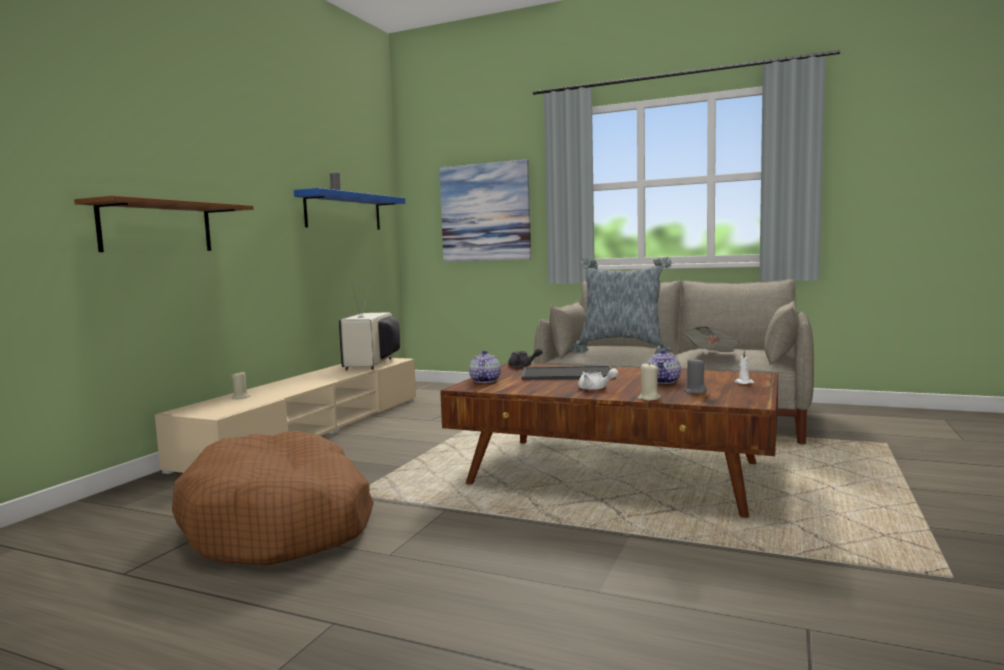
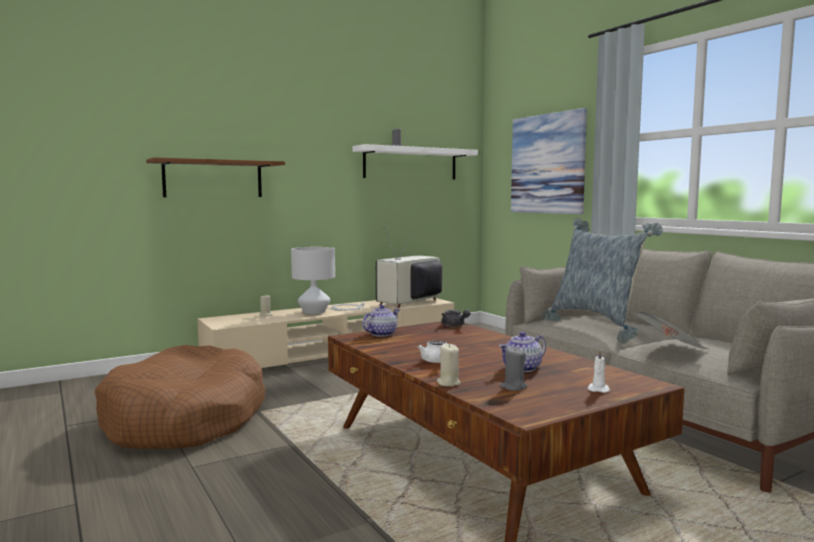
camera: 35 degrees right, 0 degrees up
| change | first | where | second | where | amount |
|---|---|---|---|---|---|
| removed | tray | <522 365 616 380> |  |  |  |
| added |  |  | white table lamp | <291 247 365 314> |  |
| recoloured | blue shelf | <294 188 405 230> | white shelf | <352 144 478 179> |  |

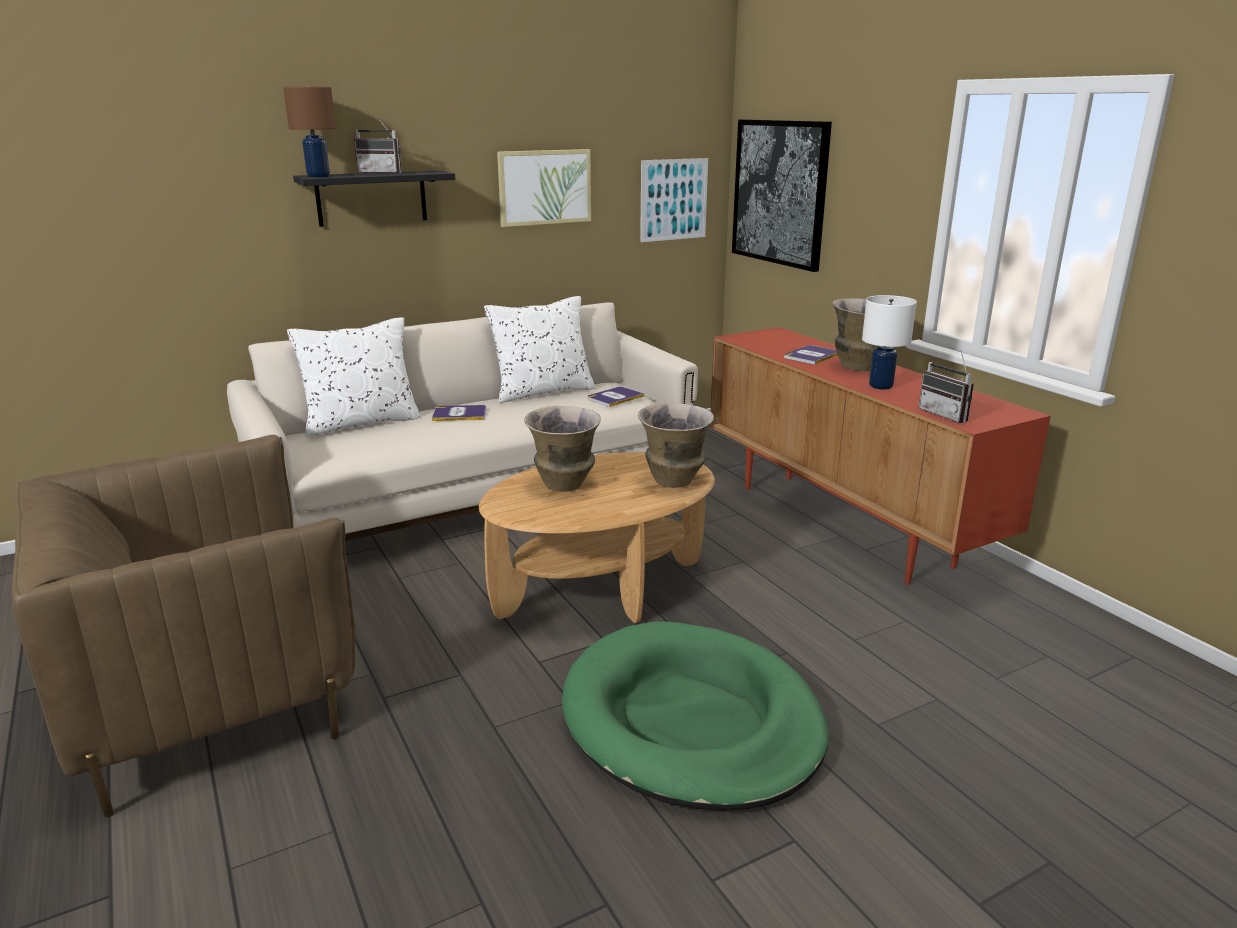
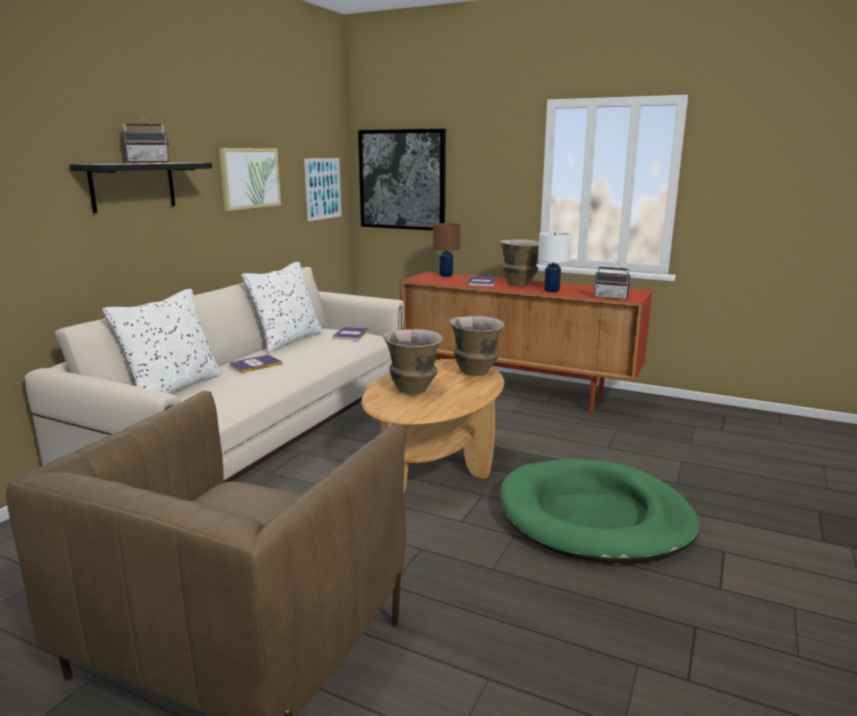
camera: 35 degrees left, 5 degrees down
| change | first | where | second | where | amount |
|---|---|---|---|---|---|
| moved | brown table lamp | <283 85 336 177> |  | <433 223 460 277> |  |

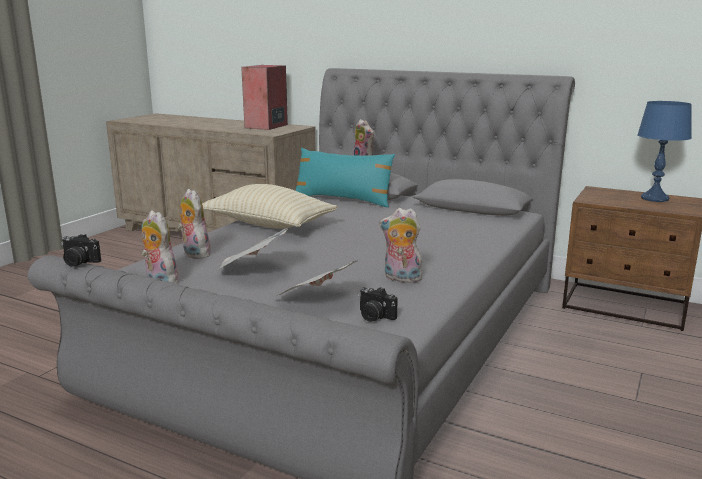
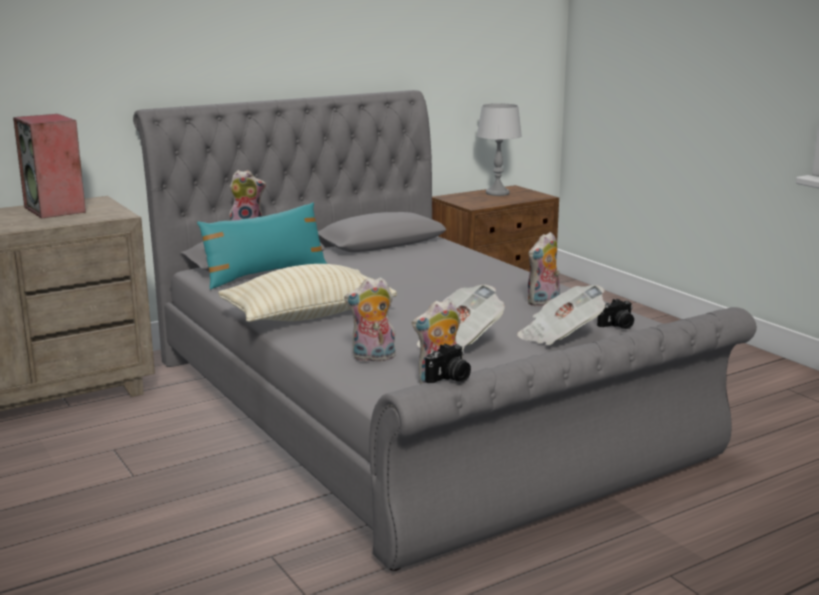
camera: 60 degrees left, 0 degrees up
| change | first | where | second | where | amount |
|---|---|---|---|---|---|
| recoloured | blue table lamp | <637 101 692 202> | grey table lamp | <477 103 522 196> |  |

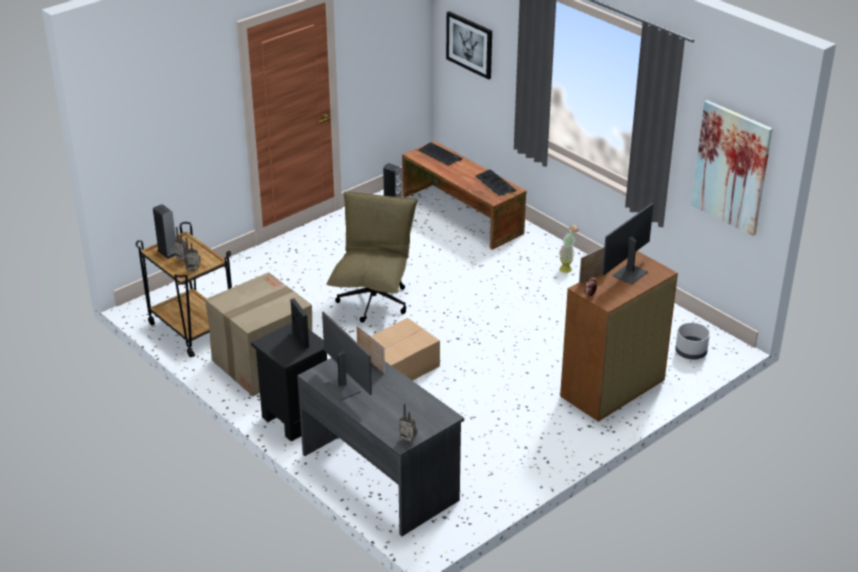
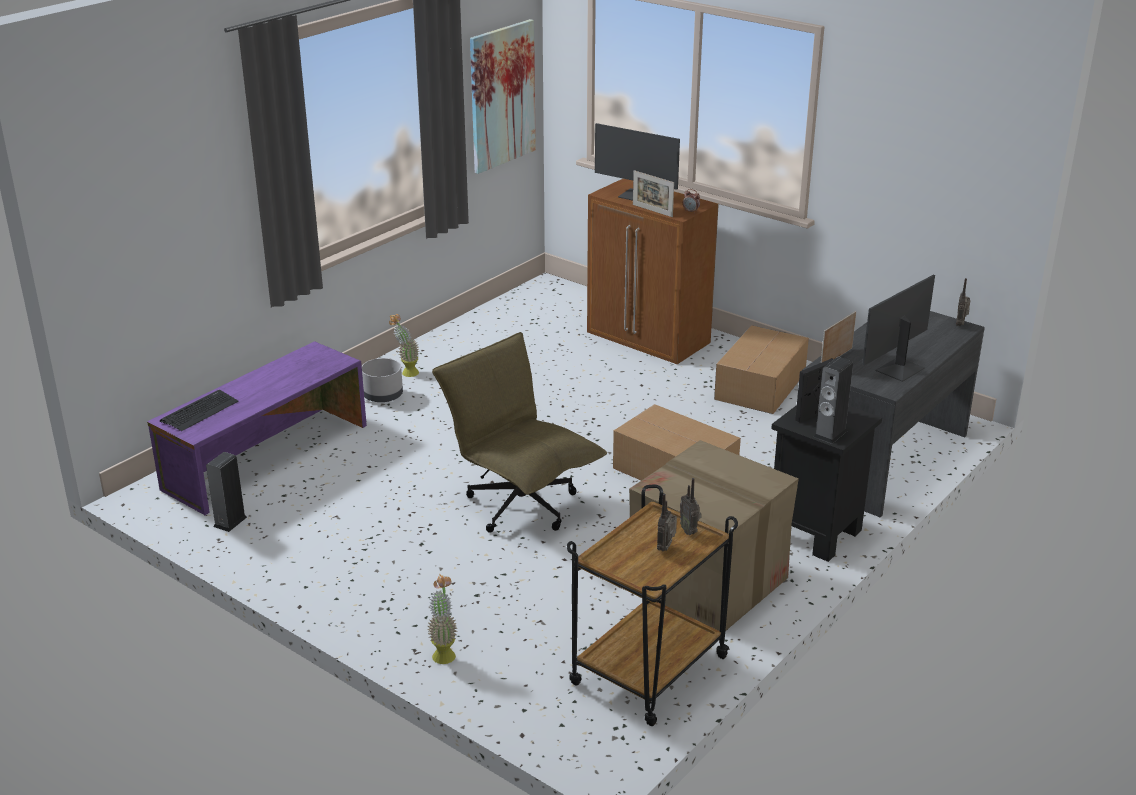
camera: 100 degrees left, 5 degrees down
| change | first | where | second | where | amount |
|---|---|---|---|---|---|
| removed | picture | <446 11 492 80> |  |  |  |
| removed | keyboard | <475 170 516 196> |  |  |  |
| added |  |  | potted plant | <428 574 458 664> |  |
| added |  |  | cardboard box | <714 325 809 414> |  |
| moved | speaker | <153 204 176 259> |  | <814 357 853 444> |  |
| moved | grey planter | <675 323 710 360> |  | <362 358 403 402> |  |
| recoloured | brown bench | <402 141 527 250> | purple bench | <147 341 367 515> |  |
| turned | beige office chair | <327 191 418 323> |  | <432 332 607 533> | 45 degrees clockwise |

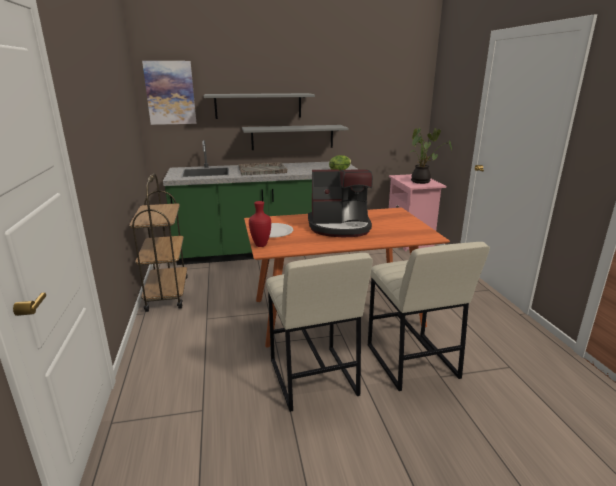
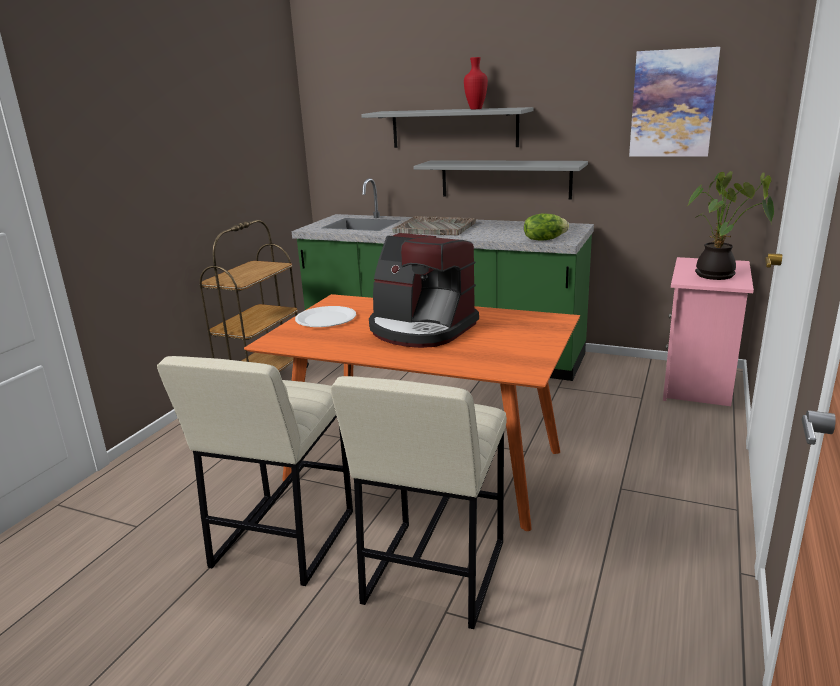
camera: 35 degrees right, 0 degrees up
| change | first | where | second | where | amount |
|---|---|---|---|---|---|
| moved | picture | <142 61 196 125> |  | <629 47 720 157> |  |
| moved | red vase | <249 201 271 247> |  | <464 57 488 109> |  |

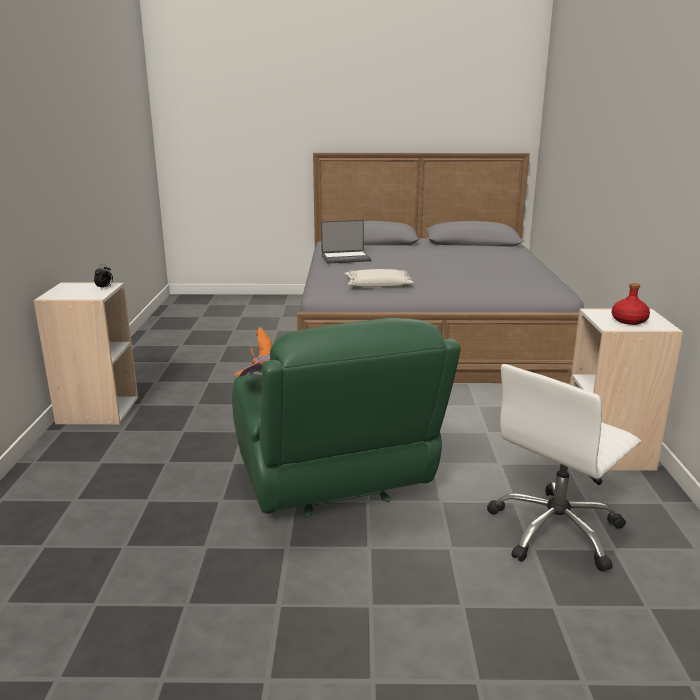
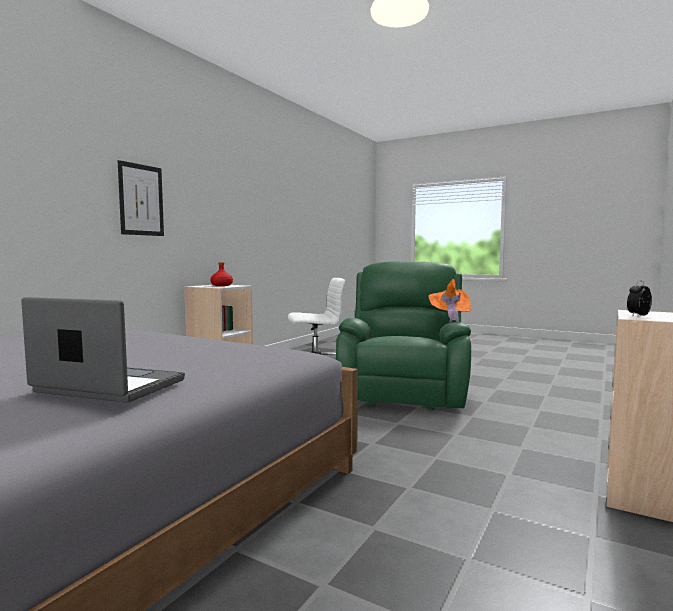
camera: 150 degrees left, 15 degrees down
| change | first | where | second | where | amount |
|---|---|---|---|---|---|
| removed | white pillow | <345 269 414 287> |  |  |  |
| added |  |  | picture | <118 160 164 236> |  |

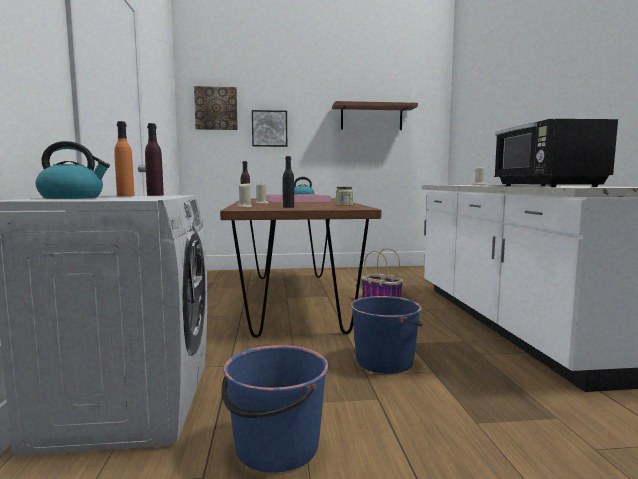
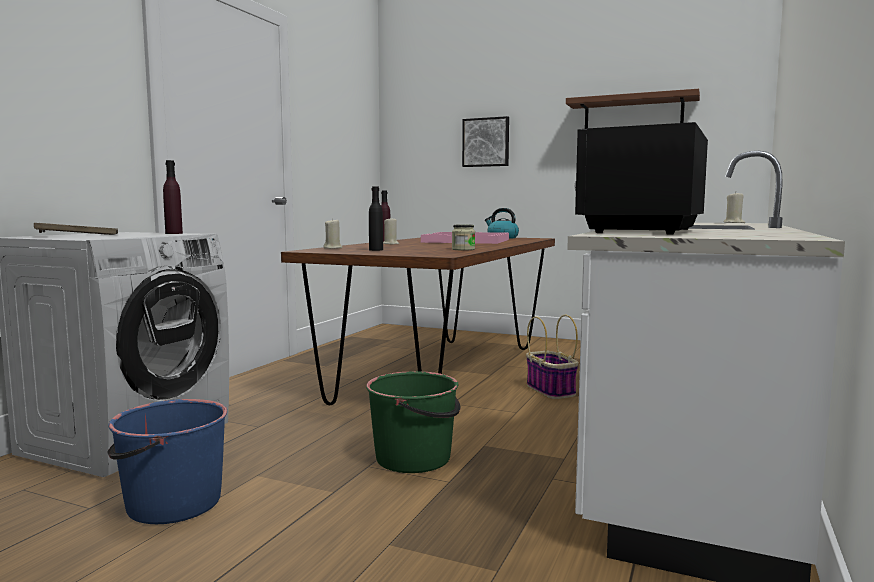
camera: 30 degrees right, 0 degrees up
| change | first | where | second | where | amount |
|---|---|---|---|---|---|
| removed | orange bottle | <114 121 135 196> |  |  |  |
| removed | picture | <194 86 238 130> |  |  |  |
| replaced | kettle | <36 141 110 199> | brown tray | <34 223 118 235> |  |
| recoloured | blue bucket | <350 296 423 374> | green bucket | <366 371 461 473> |  |

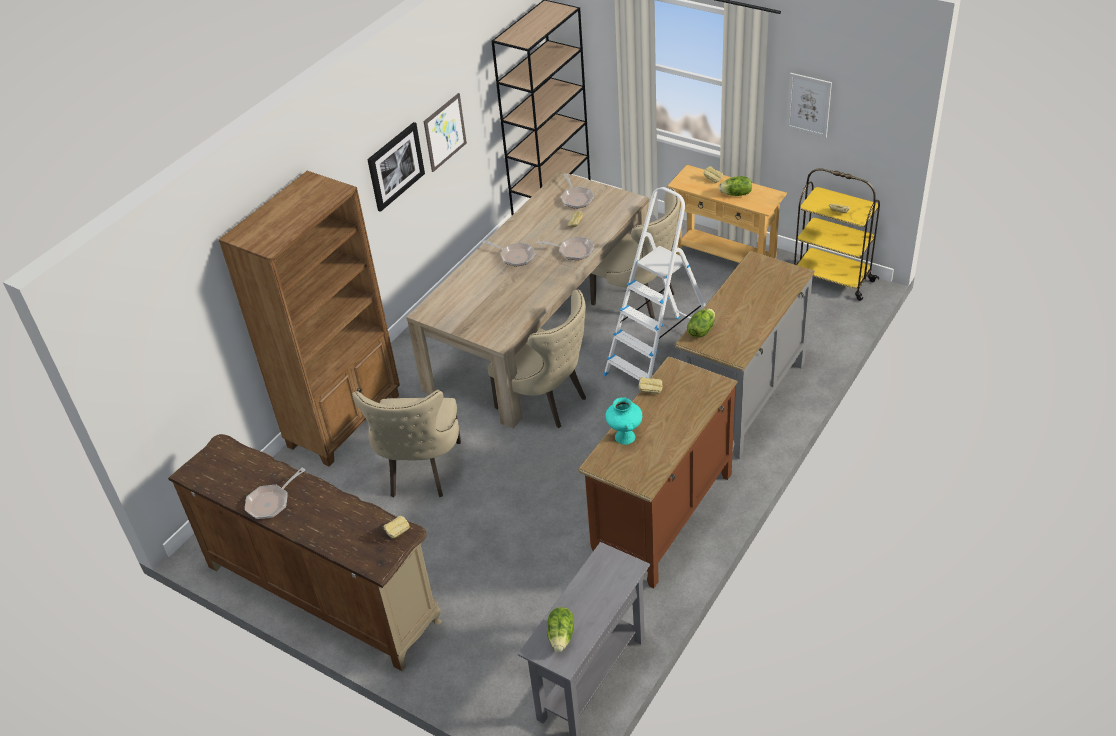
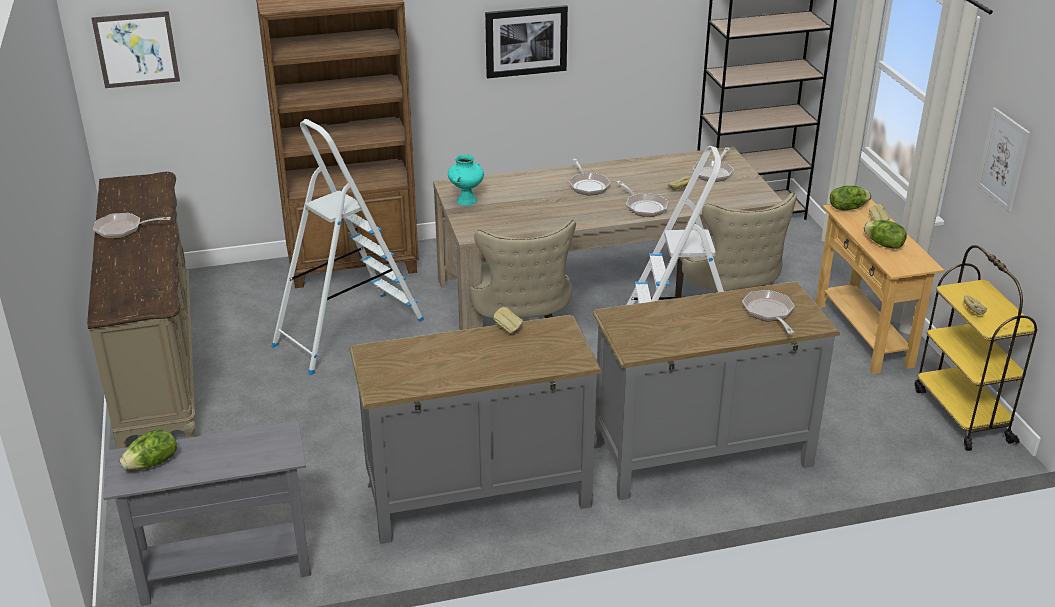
camera: 40 degrees right, 10 degrees down
| change | first | where | second | where | amount |
|---|---|---|---|---|---|
| removed | bread | <384 516 410 539> |  |  |  |
| added |  |  | frying pan | <742 290 795 334> |  |
| moved | picture | <424 93 467 172> |  | <91 11 180 88> |  |
| moved | turquoise vase | <606 397 642 445> |  | <448 154 484 206> |  |
| moved | lettuce | <687 308 715 338> |  | <830 185 871 211> |  |
| replaced | beige chair | <352 390 461 497> | white step ladder | <271 119 424 375> |  |
| recoloured | brown dresser | <578 357 738 588> | grey dresser | <350 315 602 544> |  |

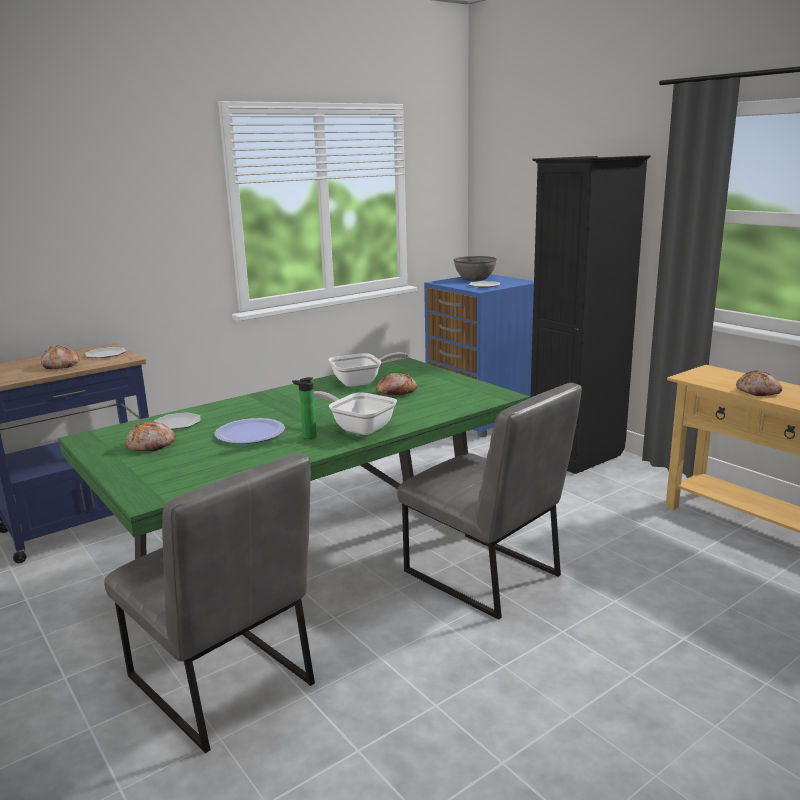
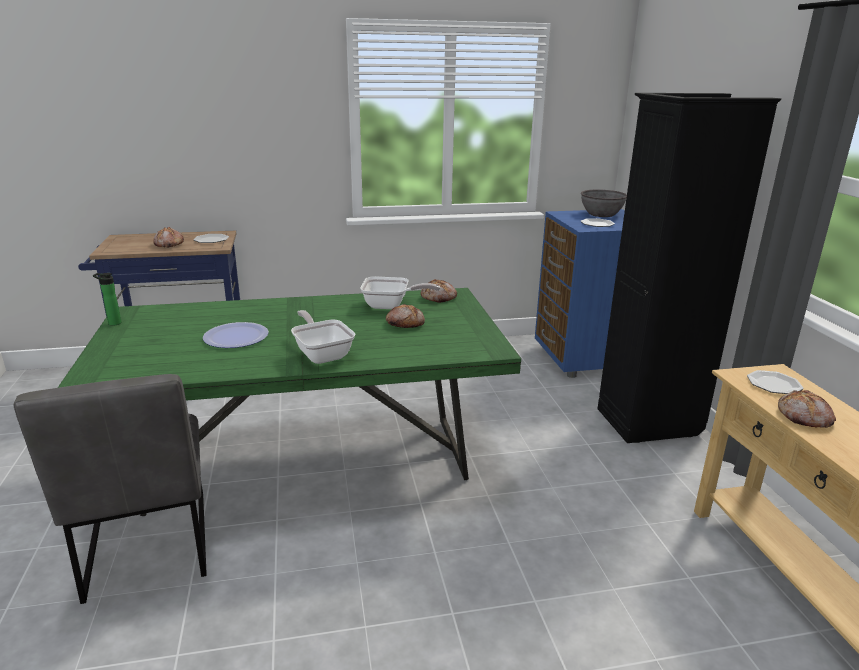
camera: 25 degrees right, 5 degrees up
| change | first | where | second | where | amount |
|---|---|---|---|---|---|
| removed | grey chair | <397 383 582 620> |  |  |  |
| moved | bread | <125 421 176 451> |  | <421 279 457 303> |  |
| moved | plate | <154 412 201 430> |  | <747 370 803 394> |  |
| moved | bottle | <292 377 317 439> |  | <93 273 121 326> |  |

